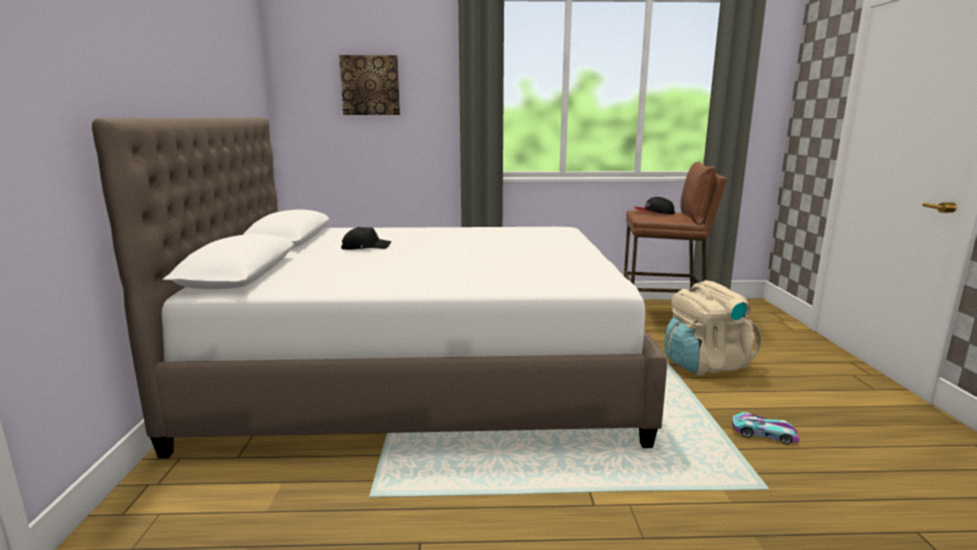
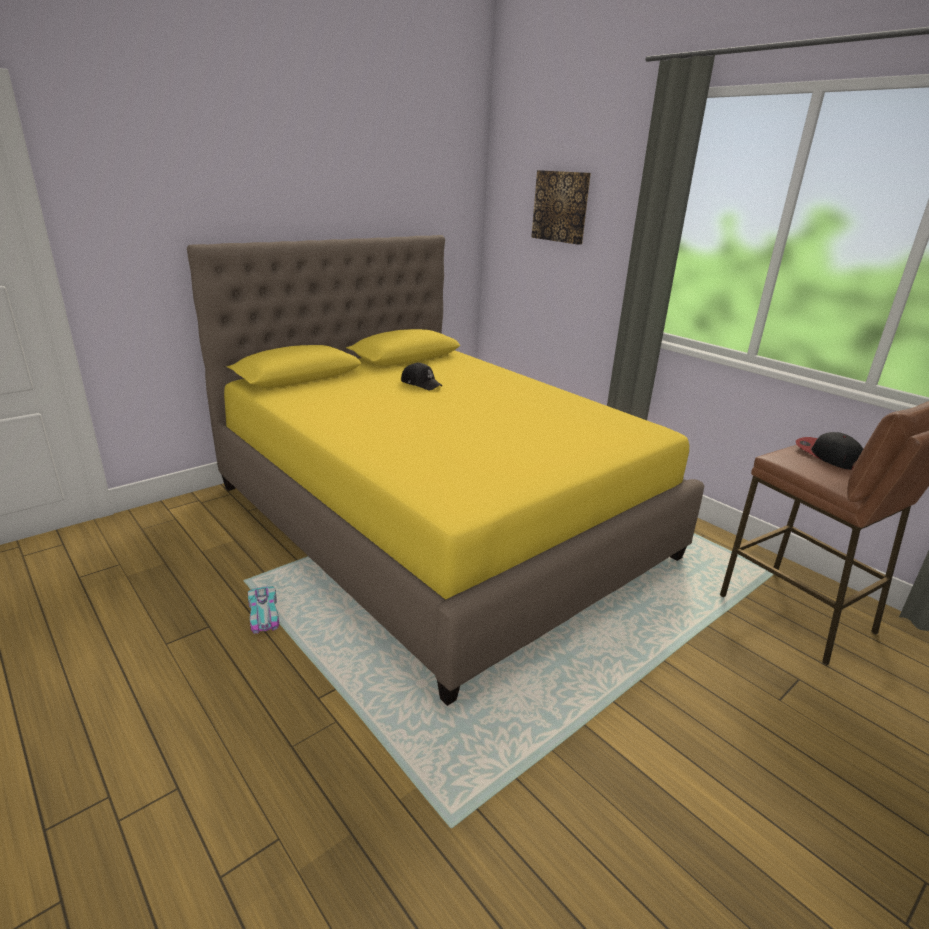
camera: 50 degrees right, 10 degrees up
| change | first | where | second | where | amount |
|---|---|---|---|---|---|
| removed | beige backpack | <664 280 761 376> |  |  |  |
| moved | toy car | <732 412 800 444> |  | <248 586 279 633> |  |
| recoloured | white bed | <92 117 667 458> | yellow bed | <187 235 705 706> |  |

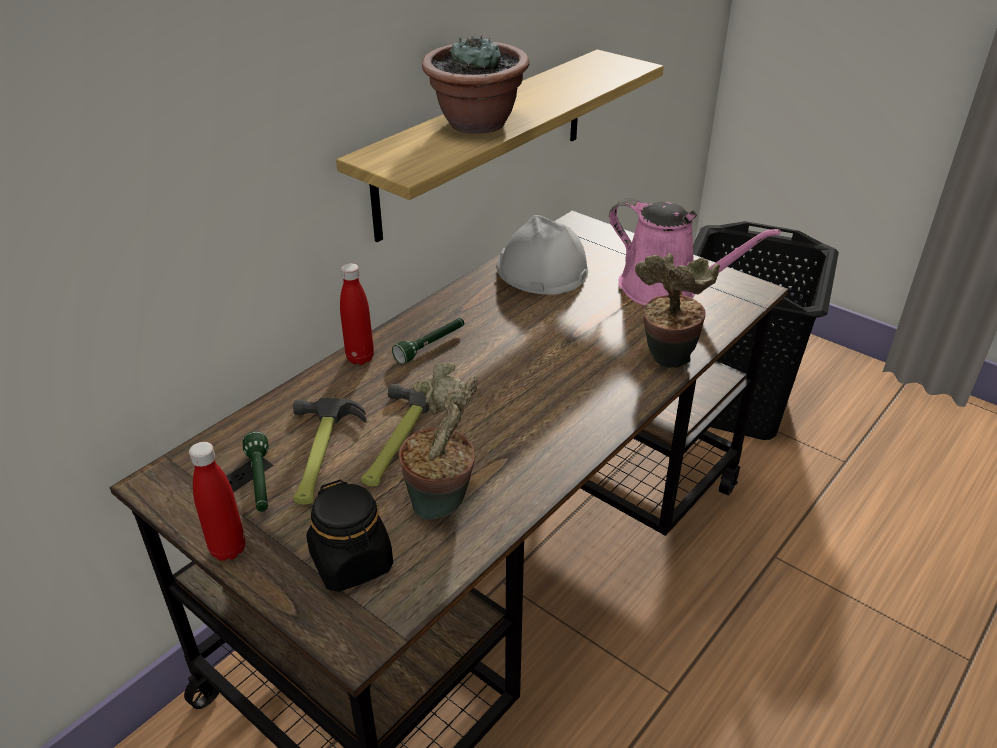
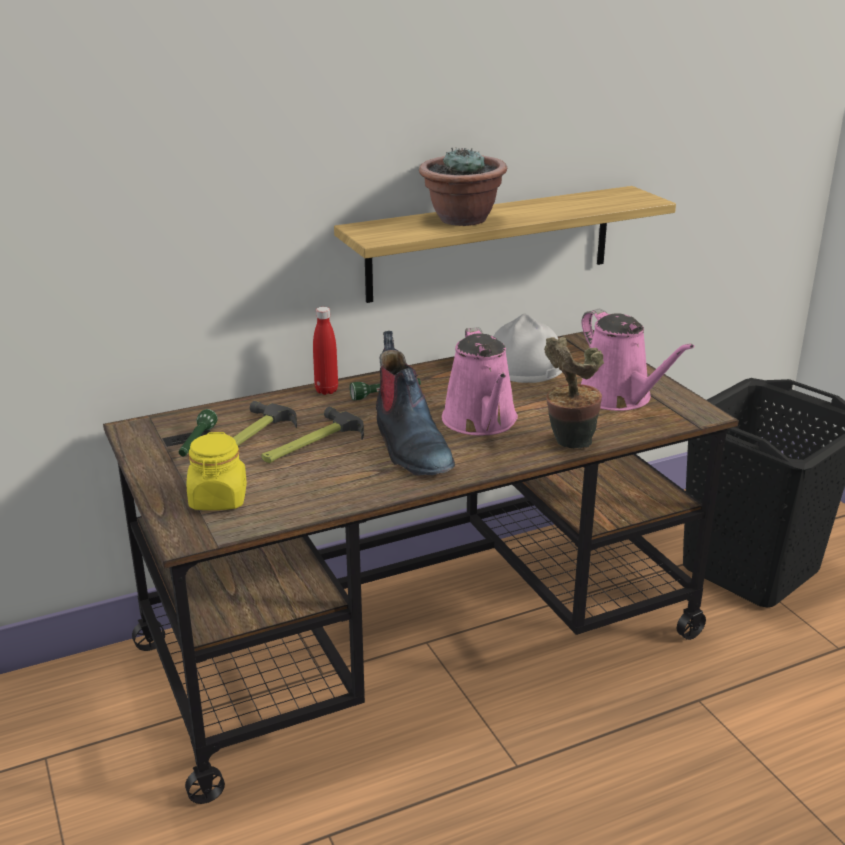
camera: 25 degrees right, 10 degrees down
| change | first | where | second | where | amount |
|---|---|---|---|---|---|
| removed | red bottle | <189 442 245 561> |  |  |  |
| removed | potted plant | <399 362 478 520> |  |  |  |
| added |  |  | boot | <376 331 455 476> |  |
| added |  |  | pink watering can | <442 327 518 435> |  |
| recoloured | black jar | <306 480 393 592> | yellow jar | <187 432 247 510> |  |

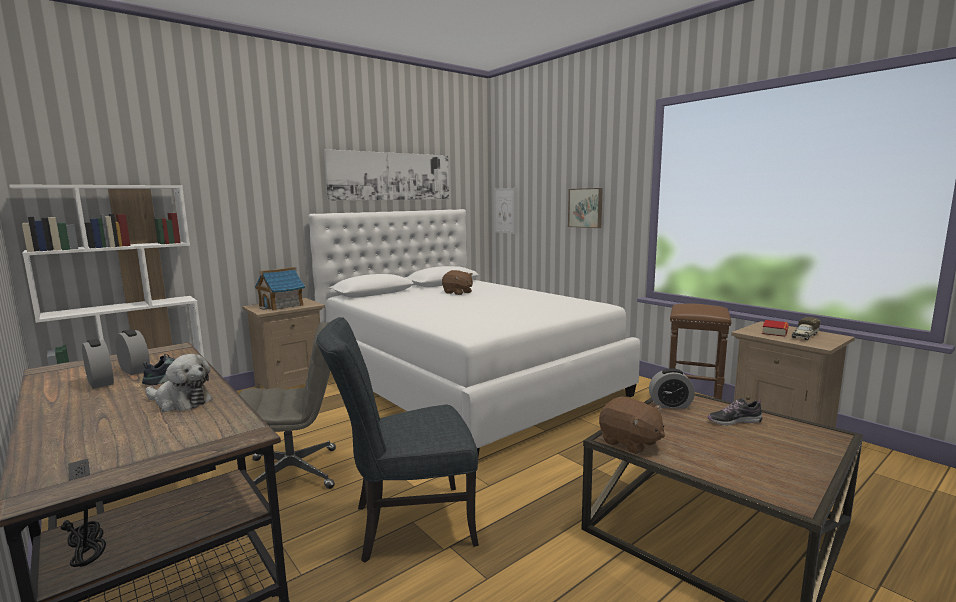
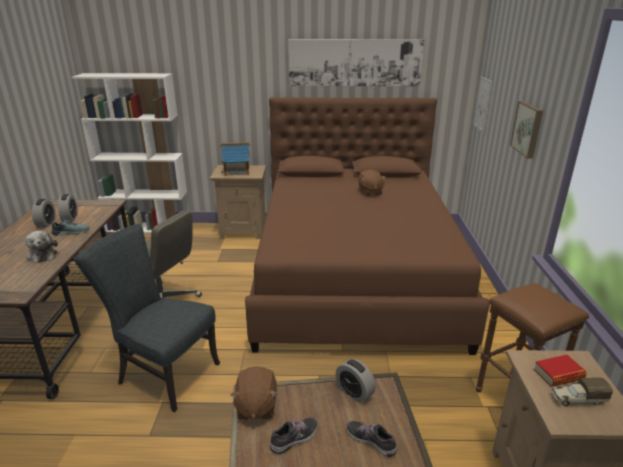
camera: 40 degrees right, 15 degrees up
| change | first | where | second | where | amount |
|---|---|---|---|---|---|
| added |  |  | shoe | <270 418 318 454> |  |
| recoloured | white bed | <309 209 640 457> | brown bed | <245 97 490 355> |  |

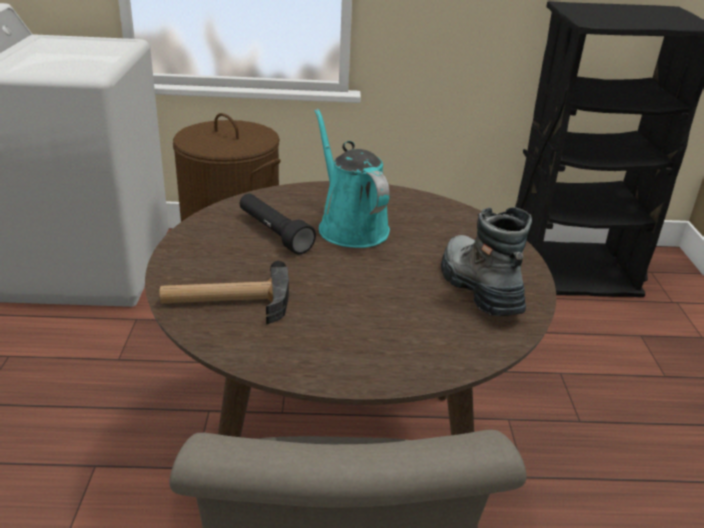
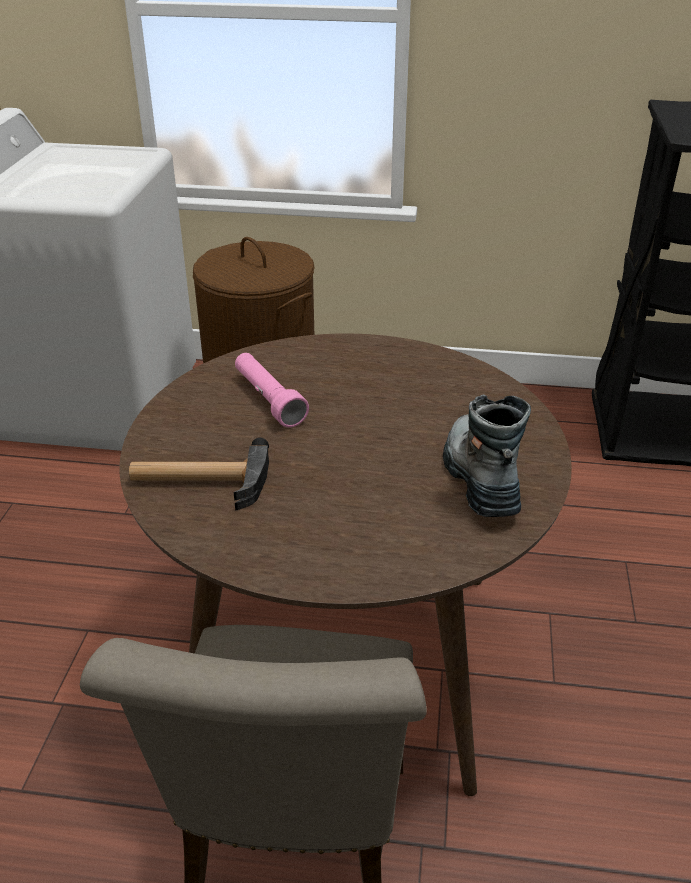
camera: 10 degrees right, 5 degrees up
| change | first | where | second | where | amount |
|---|---|---|---|---|---|
| removed | turquoise watering can | <314 109 390 248> |  |  |  |
| recoloured | black flashlight | <240 193 316 254> | pink flashlight | <235 353 309 428> |  |

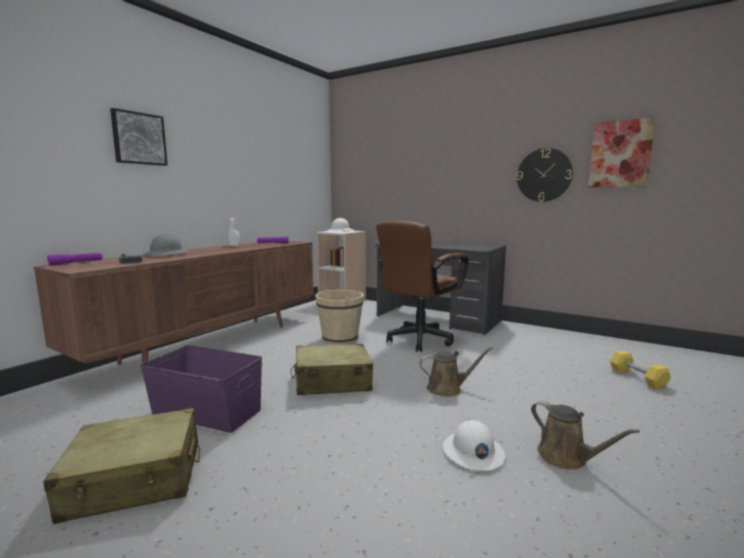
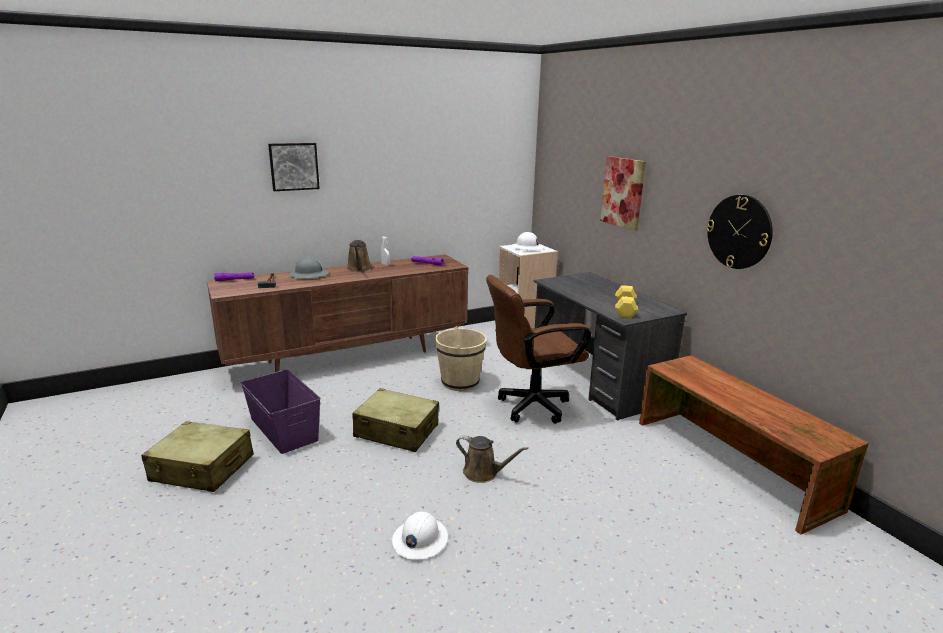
camera: 30 degrees right, 10 degrees up
| change | first | where | second | where | amount |
|---|---|---|---|---|---|
| added |  |  | brown bench | <639 355 869 535> |  |
| moved | brown watering can | <531 401 640 470> |  | <347 240 372 272> |  |
| moved | picture | <588 118 655 188> |  | <601 156 646 231> |  |
| moved | yellow dumbbell | <610 350 671 389> |  | <615 285 638 318> |  |

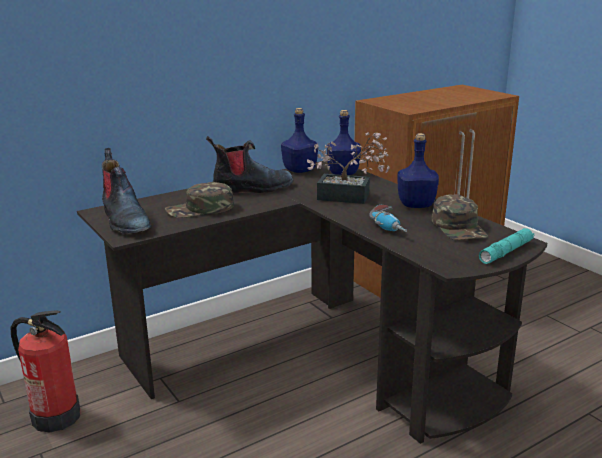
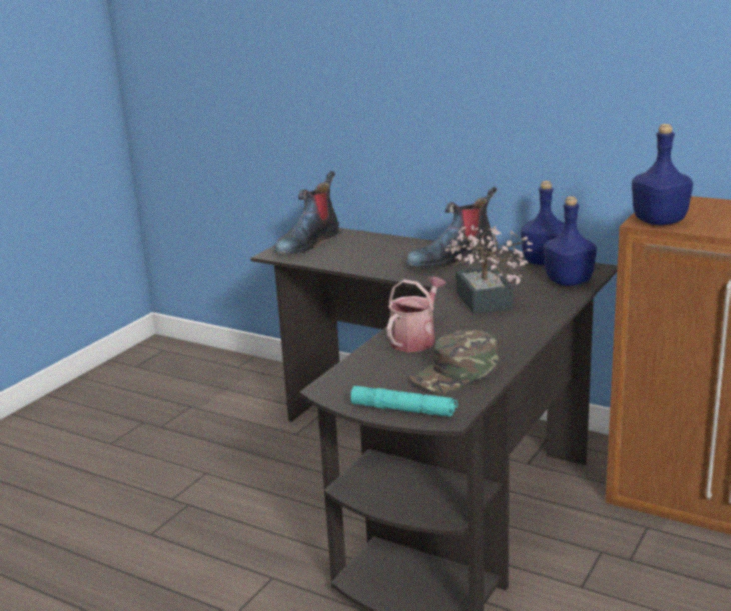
camera: 65 degrees right, 0 degrees up
| change | first | where | second | where | amount |
|---|---|---|---|---|---|
| removed | fire extinguisher | <10 310 80 433> |  |  |  |
| removed | green cap | <165 182 234 218> |  |  |  |
| moved | blue bottle | <397 133 439 208> |  | <632 124 693 225> |  |
| replaced | power drill | <370 205 407 232> | watering can | <387 276 446 352> |  |
| turned | boot | <206 136 293 193> |  | <406 187 497 269> | 105 degrees clockwise |

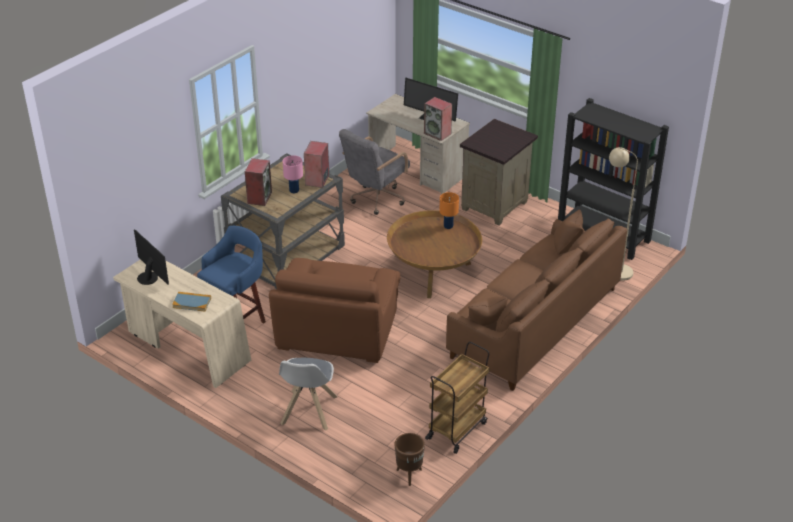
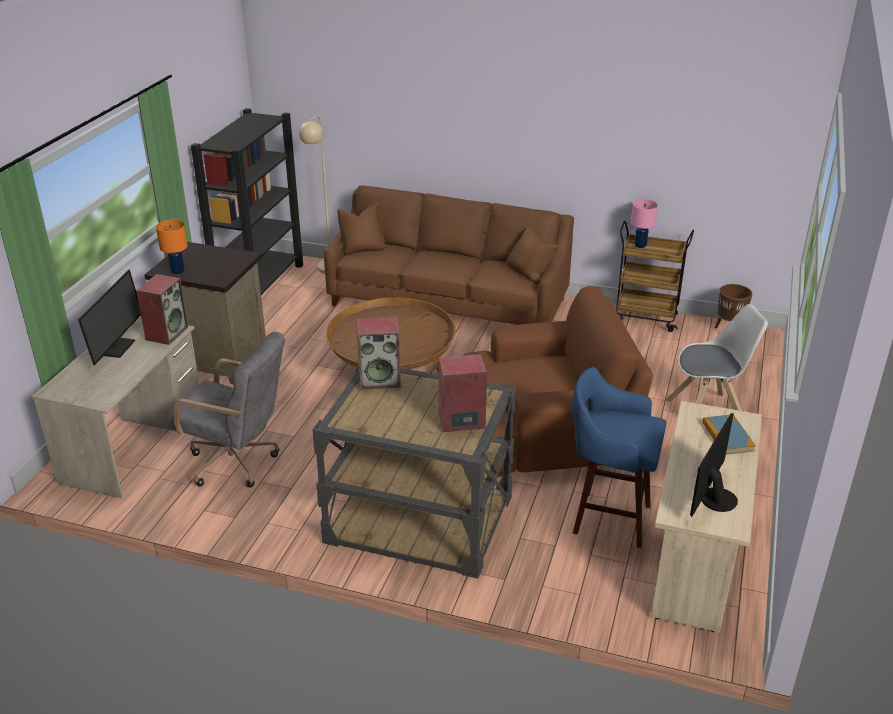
camera: 110 degrees left, 5 degrees down
| change | first | where | second | where | amount |
|---|---|---|---|---|---|
| moved | pink table lamp | <283 155 303 193> |  | <631 199 658 248> |  |
| moved | orange table lamp | <439 192 459 229> |  | <156 220 188 274> |  |

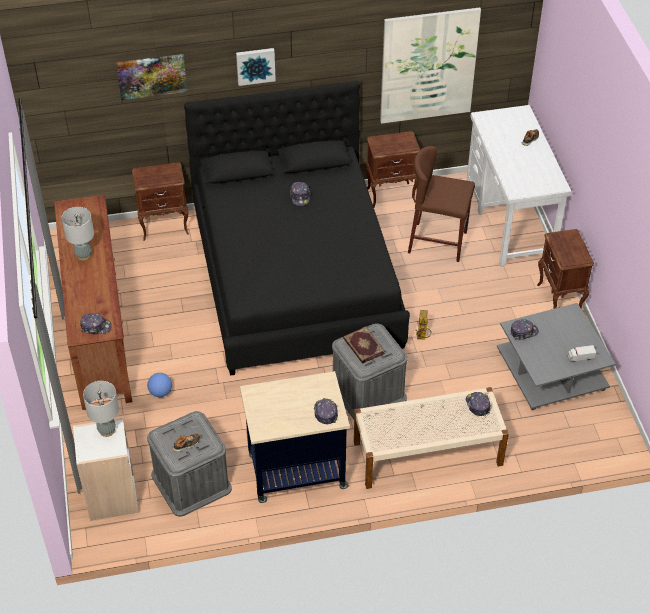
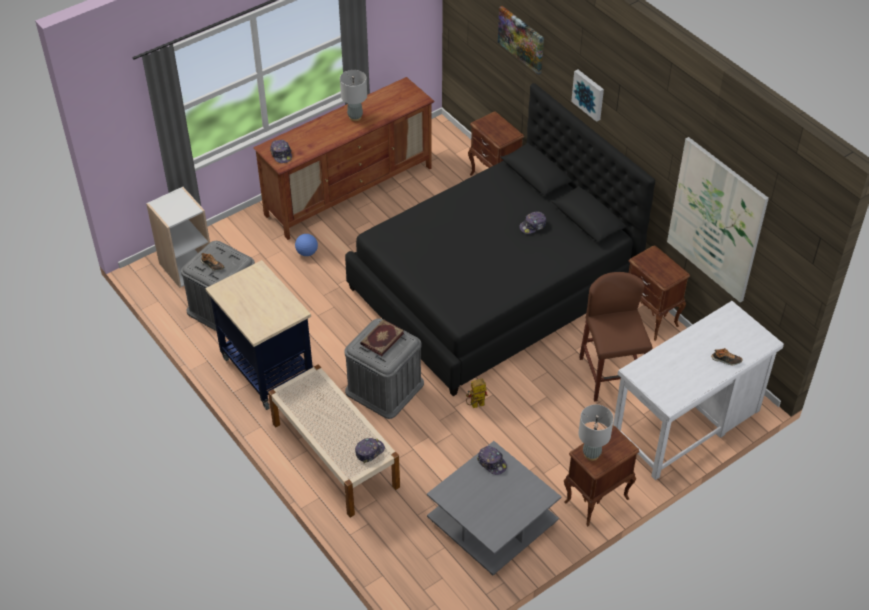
camera: 65 degrees right, 0 degrees up
| change | first | where | second | where | amount |
|---|---|---|---|---|---|
| removed | cap | <314 398 338 425> |  |  |  |
| removed | toy truck | <567 345 596 362> |  |  |  |
| moved | grey table lamp | <83 381 119 437> |  | <578 405 614 461> |  |

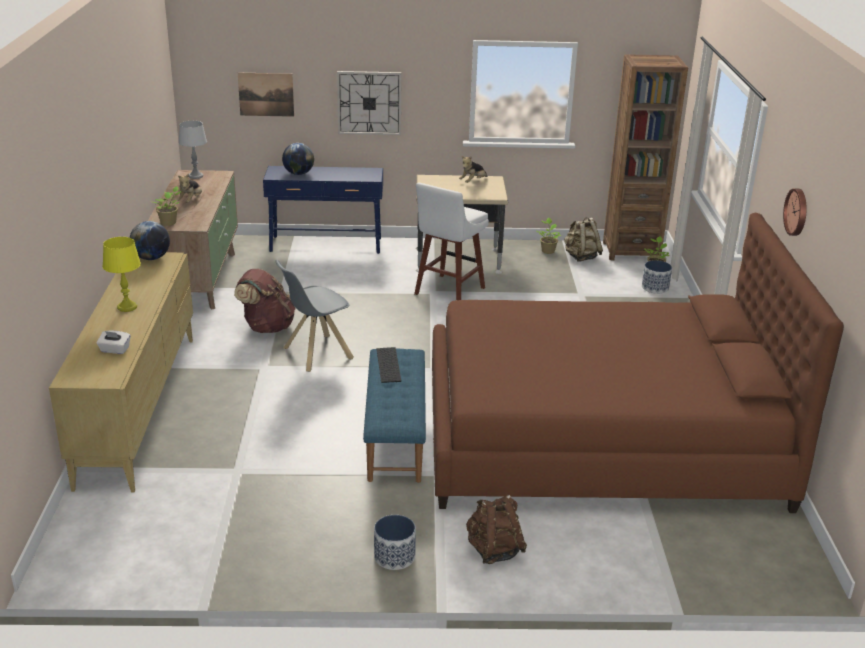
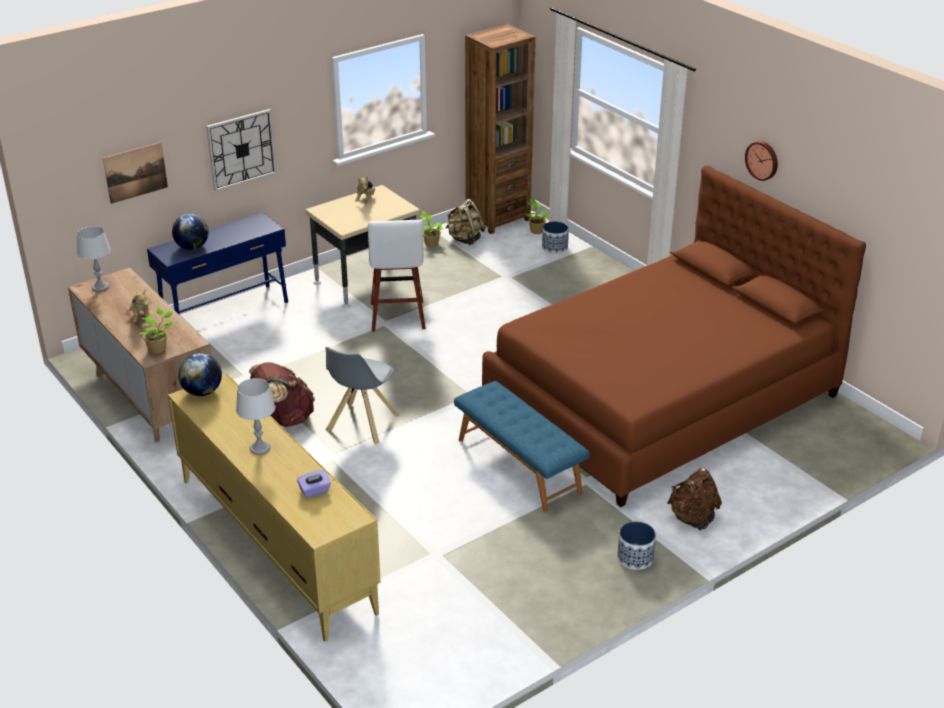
camera: 35 degrees left, 5 degrees up
| change | first | where | second | where | amount |
|---|---|---|---|---|---|
| removed | keyboard | <377 347 401 383> |  |  |  |
| recoloured | white tissue box | <96 331 131 354> | purple tissue box | <297 470 331 498> |  |
| recoloured | yellow table lamp | <103 237 141 312> | grey table lamp | <236 378 275 455> |  |

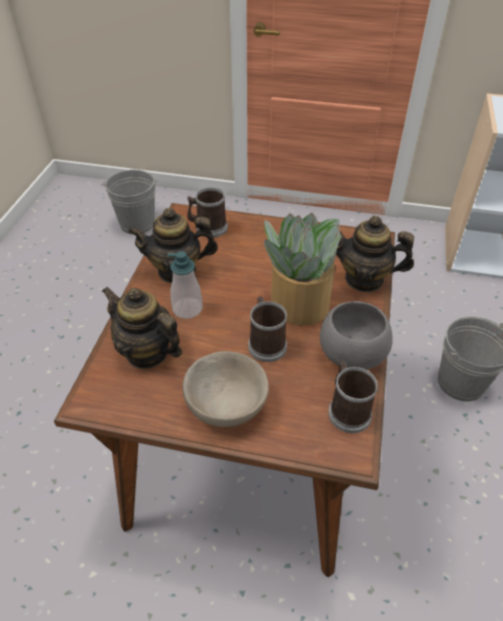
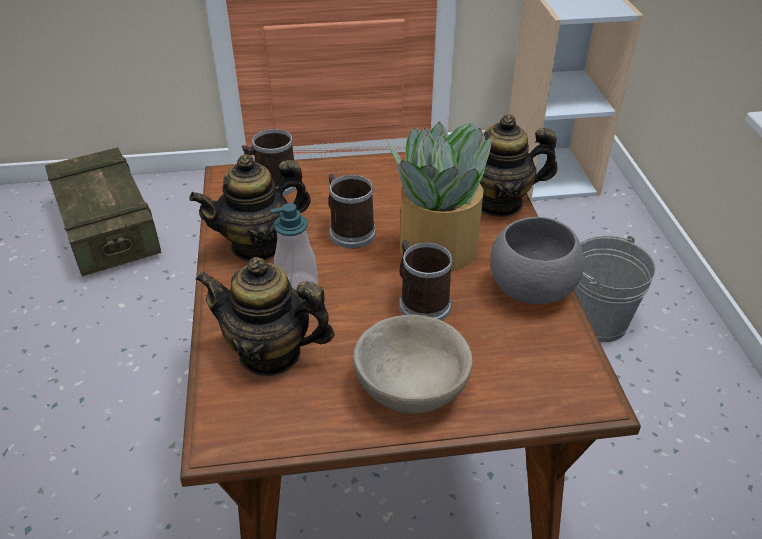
camera: 20 degrees left, 5 degrees down
| change | first | where | second | where | amount |
|---|---|---|---|---|---|
| moved | mug | <328 361 378 433> |  | <328 174 376 249> |  |
| replaced | grey bucket | <101 170 158 235> | crate | <45 147 161 277> |  |

